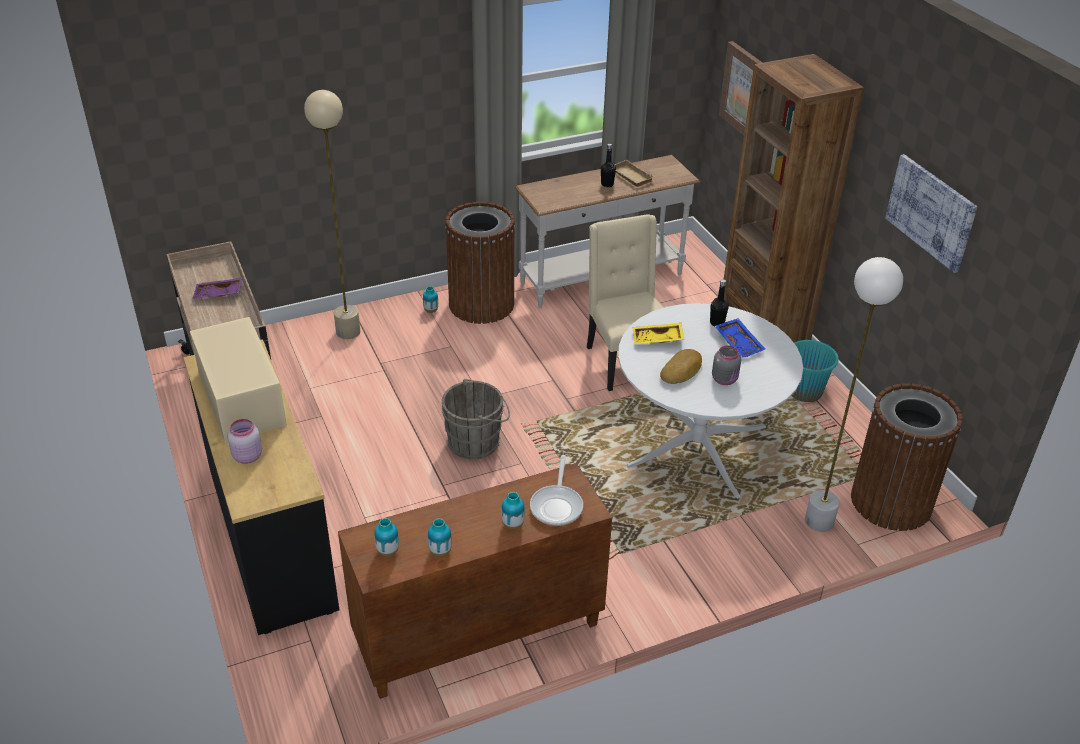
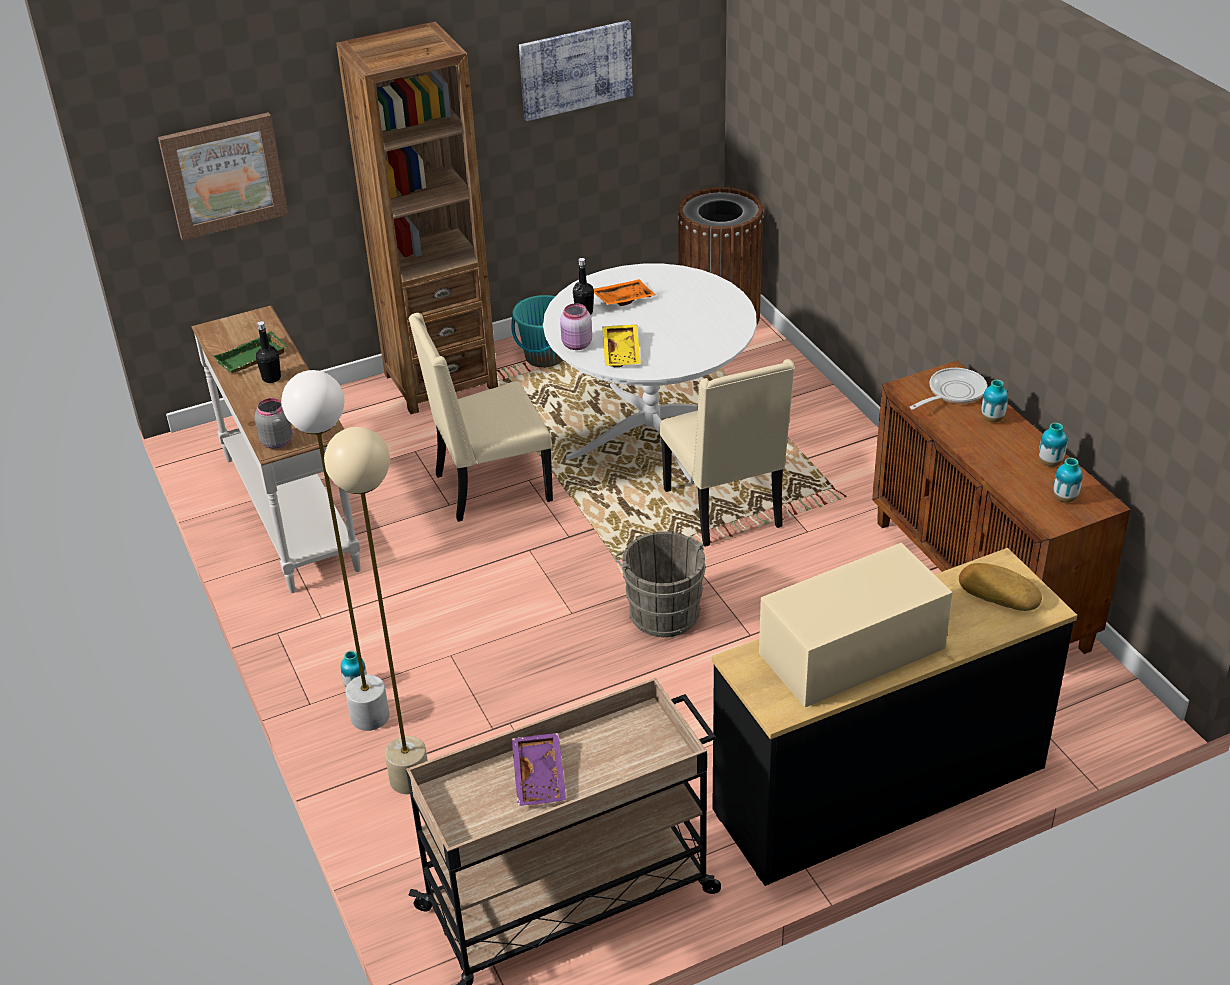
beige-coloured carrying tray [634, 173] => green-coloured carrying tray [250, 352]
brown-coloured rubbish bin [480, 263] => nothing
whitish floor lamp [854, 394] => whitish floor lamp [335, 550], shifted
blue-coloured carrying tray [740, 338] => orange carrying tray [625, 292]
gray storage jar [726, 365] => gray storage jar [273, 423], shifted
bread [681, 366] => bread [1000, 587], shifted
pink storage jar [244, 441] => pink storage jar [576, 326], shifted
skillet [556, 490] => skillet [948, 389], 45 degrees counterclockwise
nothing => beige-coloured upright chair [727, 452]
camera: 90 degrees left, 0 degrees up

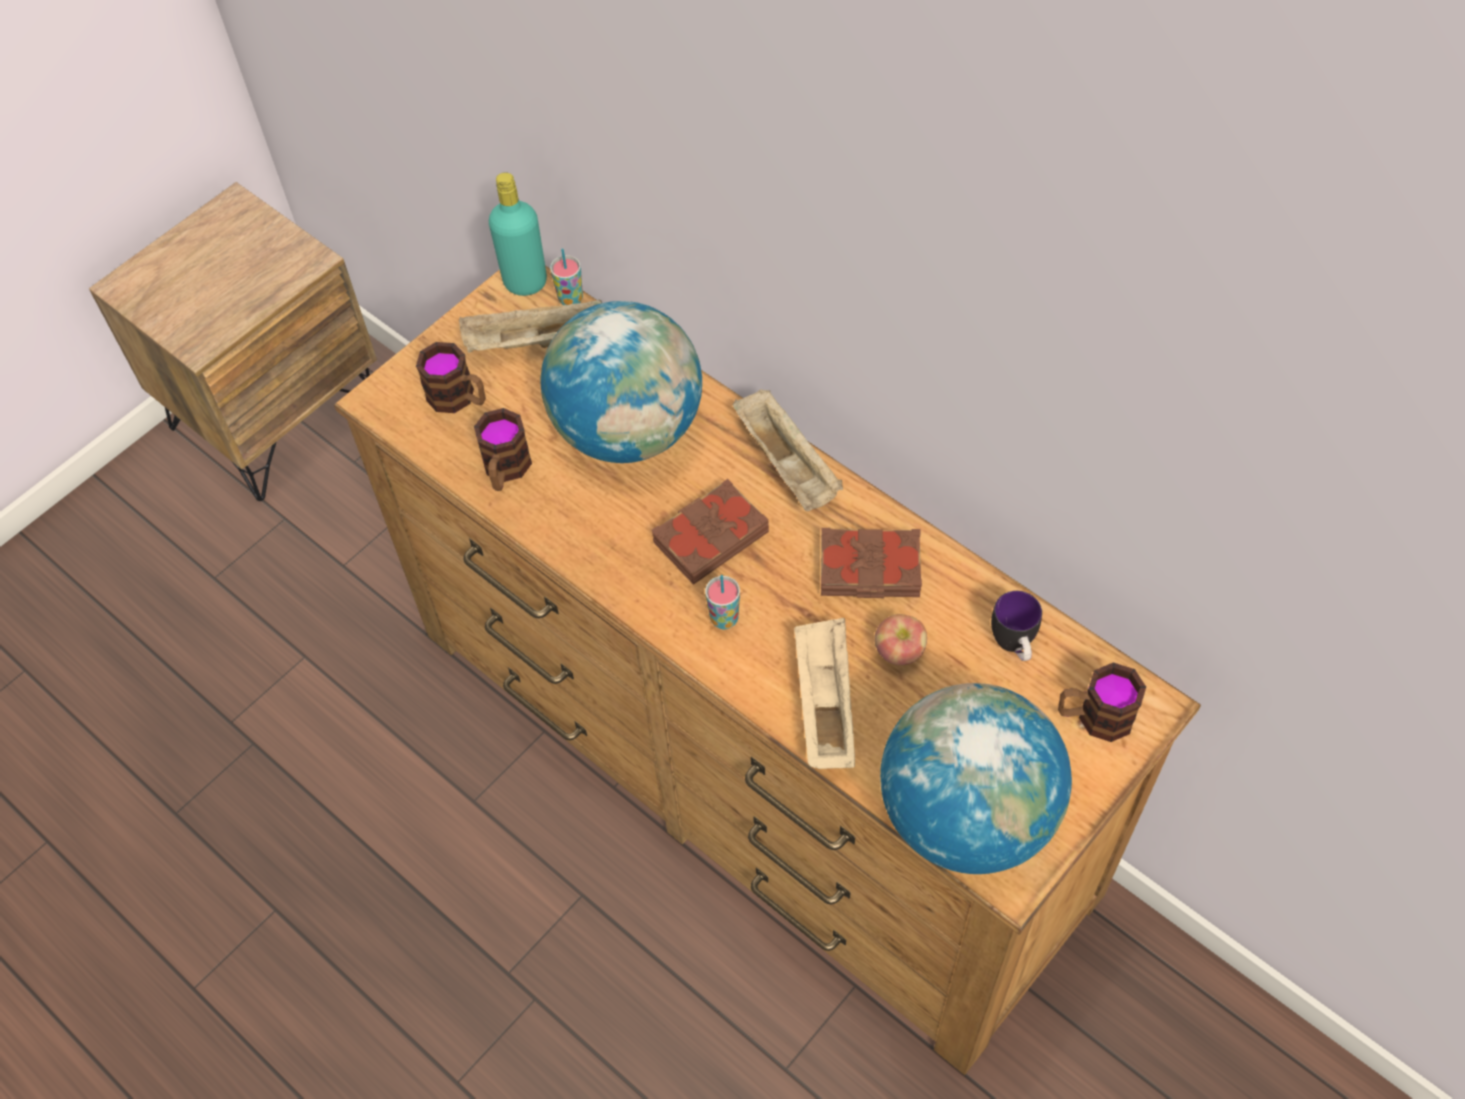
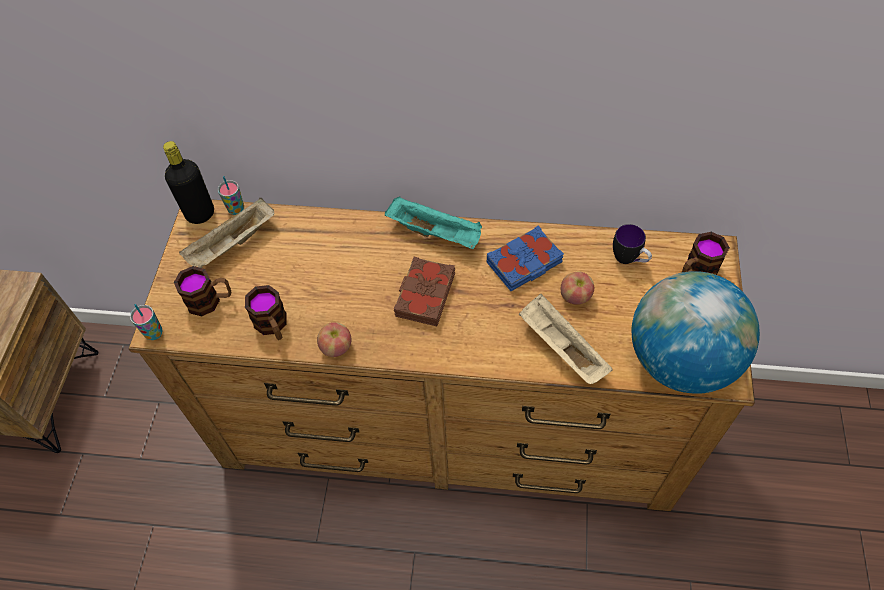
turquoise drink bottle [518, 234] => black drink bottle [188, 182]
globe [621, 382] => nothing
beige-coloured carrying tray [787, 450] => turquoise carrying tray [433, 222]
brown-coloured bound book [871, 563] => blue-coloured bound book [525, 258]
cup [722, 602] => cup [146, 322], shifted
nothing => apple [334, 339]
camera: 35 degrees left, 0 degrees up

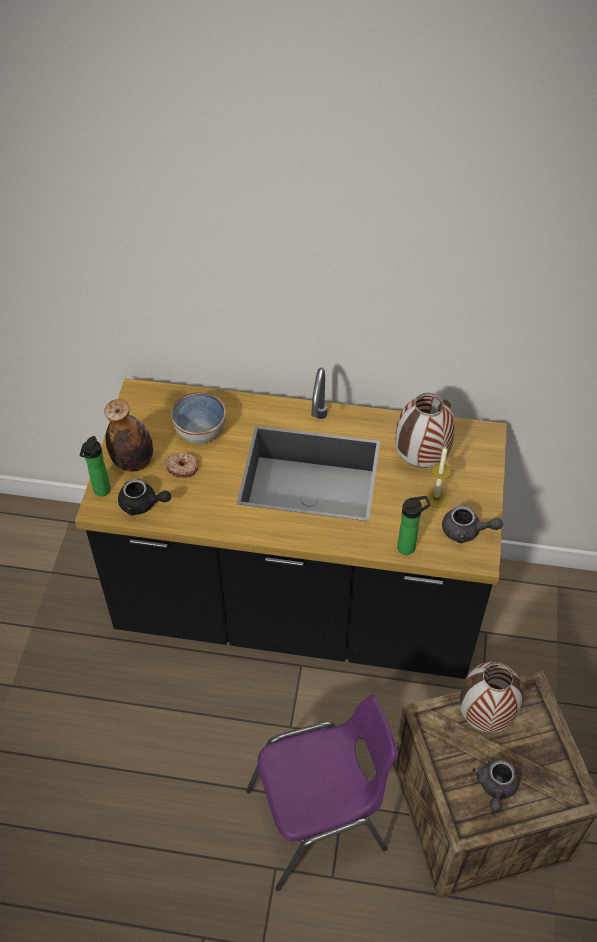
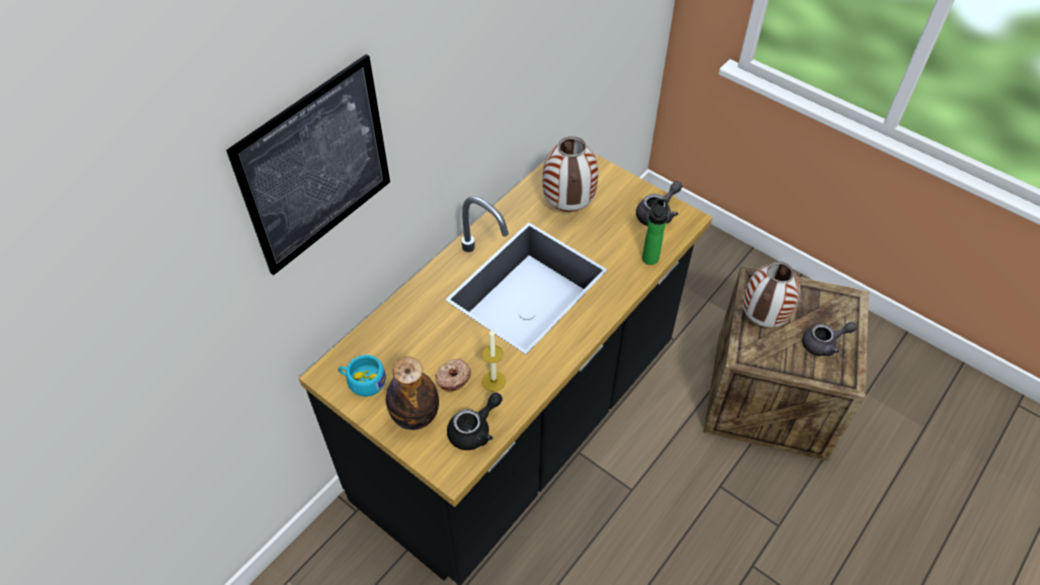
bowl [198, 418] => nothing
drink bottle [95, 466] => nothing
wax light [438, 477] => wax light [494, 360], shifted
purple upright chair [322, 793] => nothing
gray teapot [496, 786] => gray teapot [829, 339], 60 degrees counterclockwise
nothing => wall picture [308, 164]
nothing => turquoise cup [362, 376]
camera: 60 degrees left, 0 degrees up

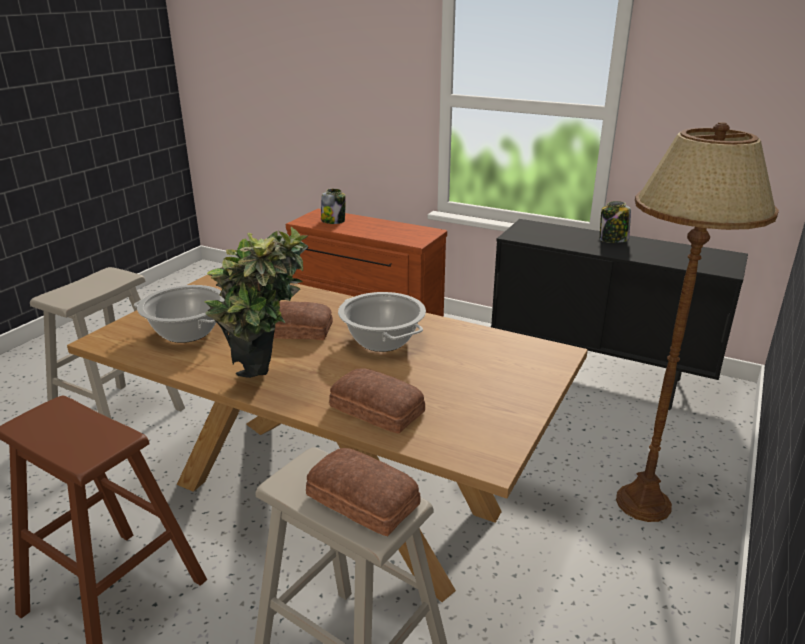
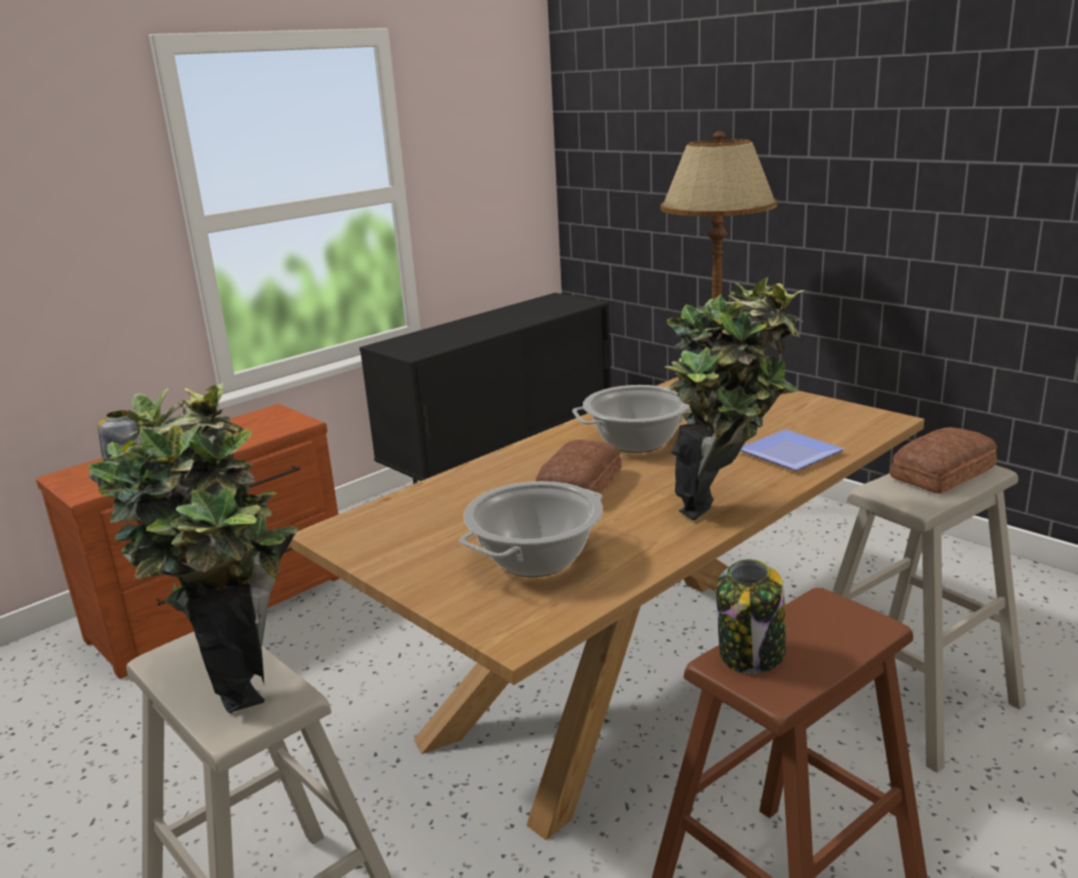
storage jar [615, 222] => storage jar [751, 616], shifted
bread [377, 401] => flat dish [792, 450]
nothing => plant in a pot [193, 547]
camera: 70 degrees left, 5 degrees down

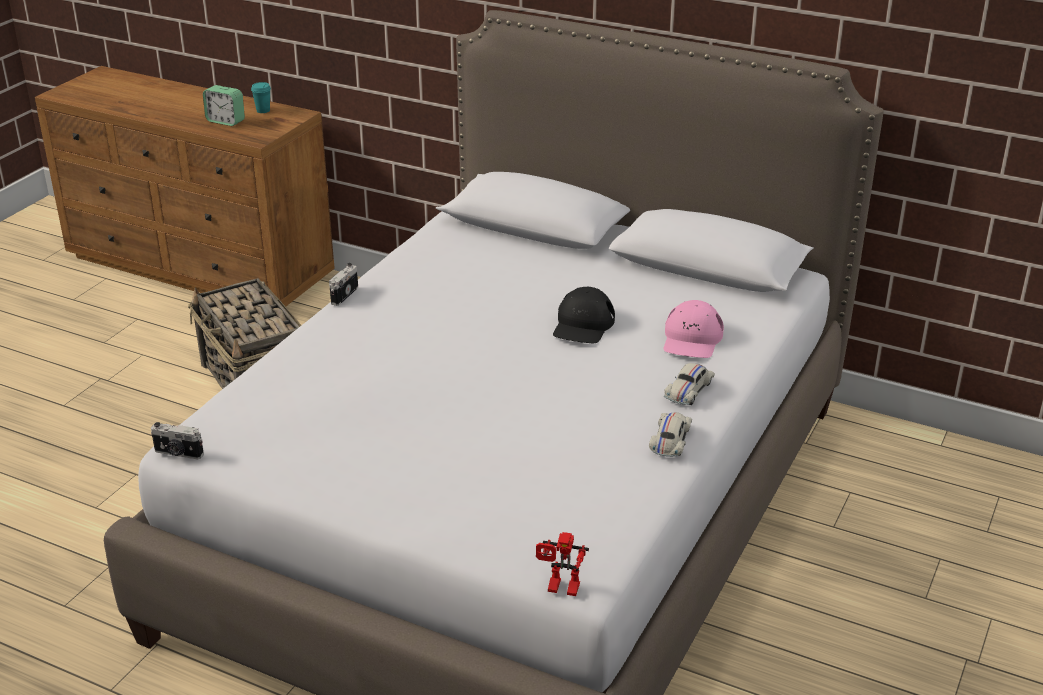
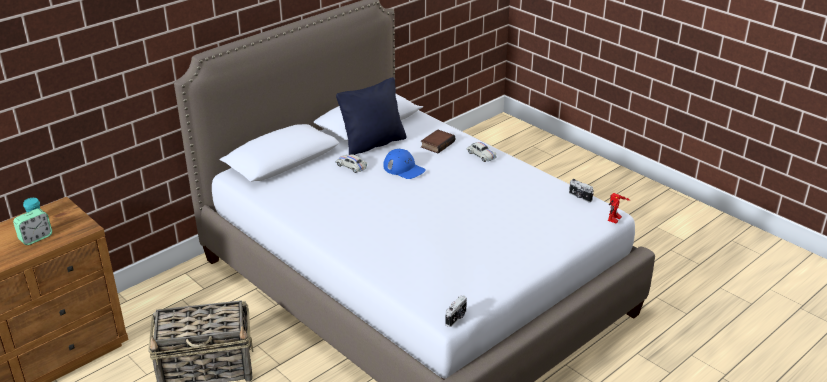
photo camera [343, 284] => photo camera [581, 190], shifted
black peaked cap [584, 315] => blue-coloured peaked cap [404, 164]
pink peaked cap [694, 329] => bound book [438, 141]
whitish model car [670, 434] => whitish model car [351, 163], shifted
nothing => black cushion [371, 116]
camera: 70 degrees left, 0 degrees up

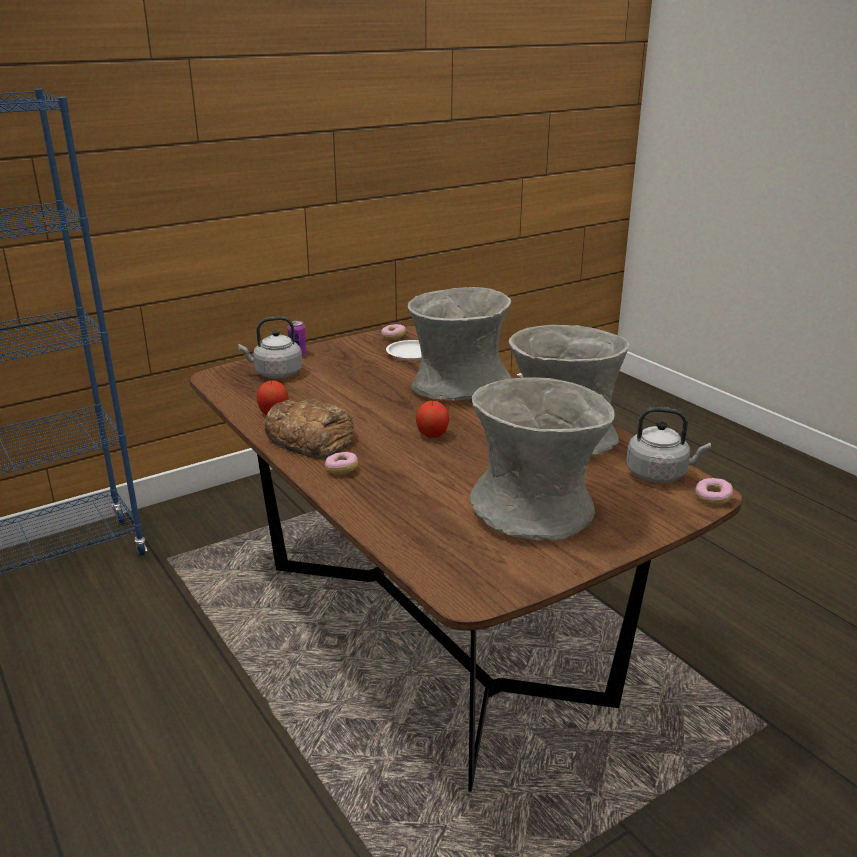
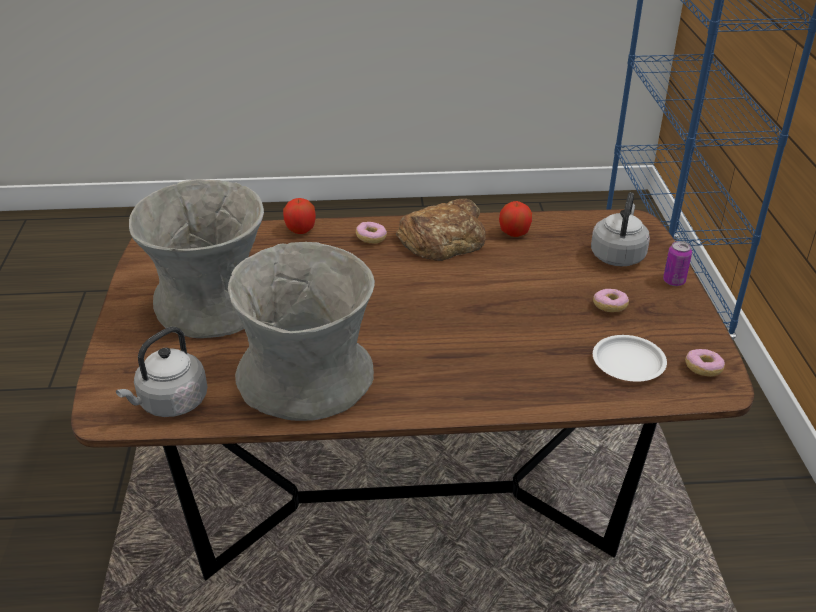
gray vase [460, 344] => nothing
apple [432, 419] => apple [299, 216], shifted
ring doughnut [714, 492] => ring doughnut [611, 300], shifted
camera: 120 degrees right, 10 degrees up

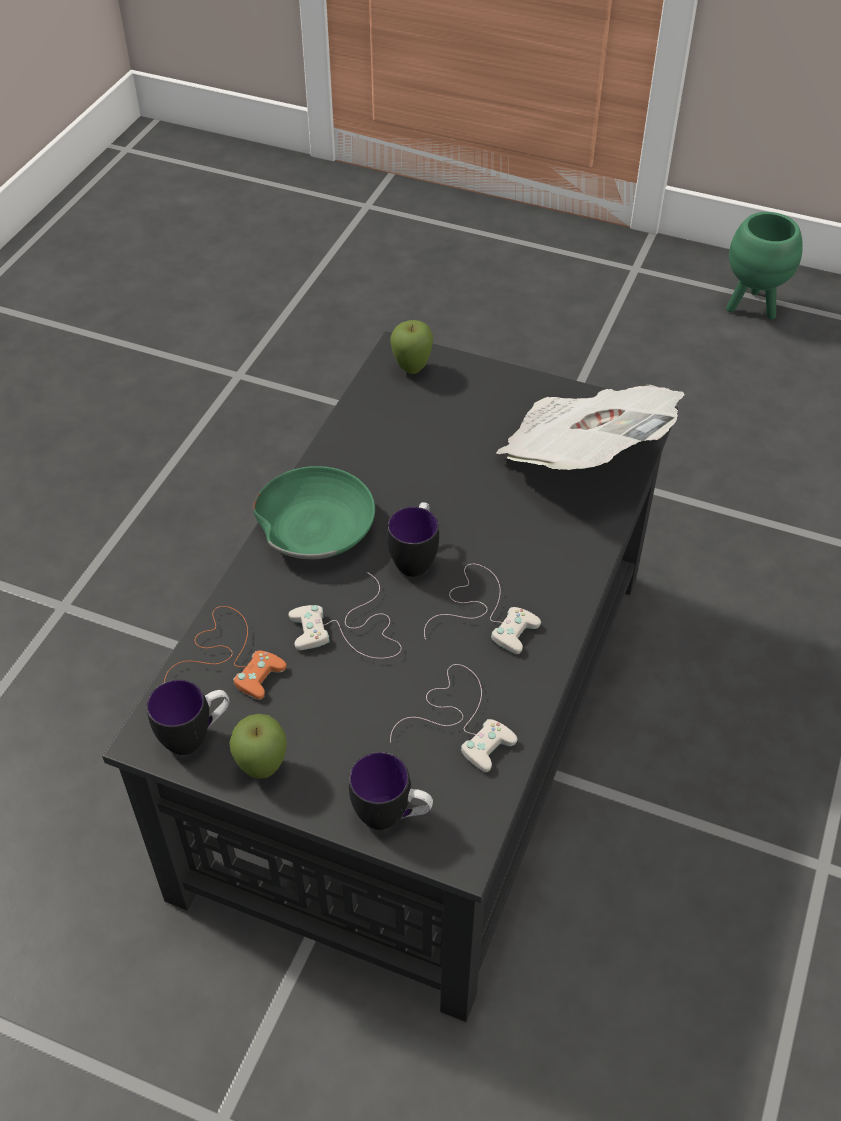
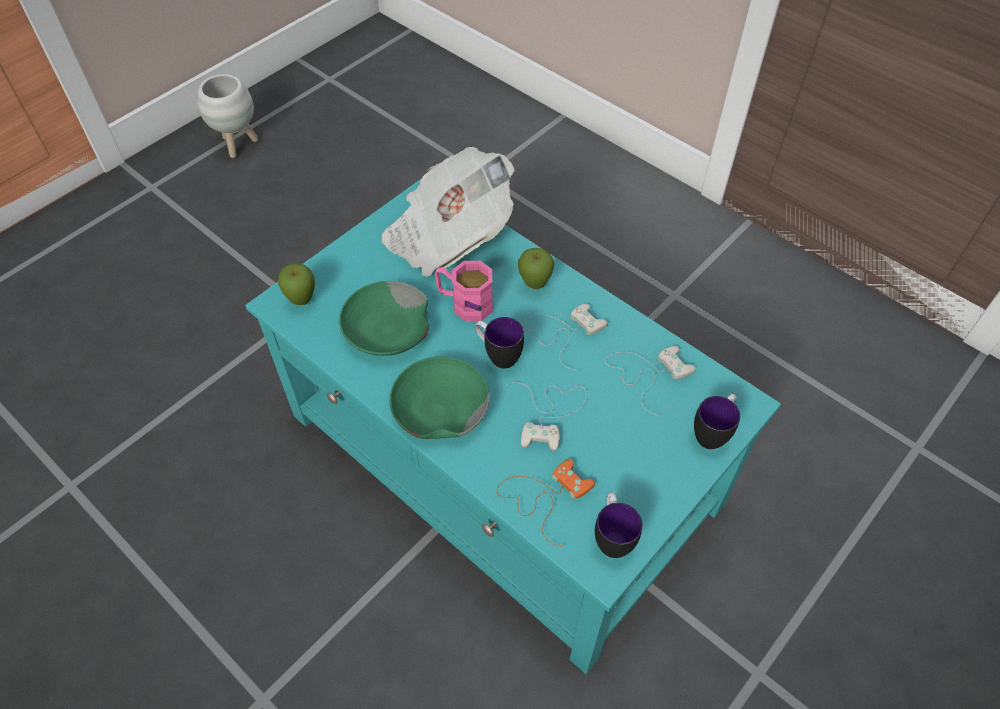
green-coloured flower pot [764, 265] => whitish flower pot [227, 116]
black lounge table [390, 676] => turquoise lounge table [513, 426]
apple [258, 746] => apple [536, 268], shifted
nothing => pink tea mug [464, 291]
nothing => green-coloured bowl [384, 318]
camera: 70 degrees left, 5 degrees up

